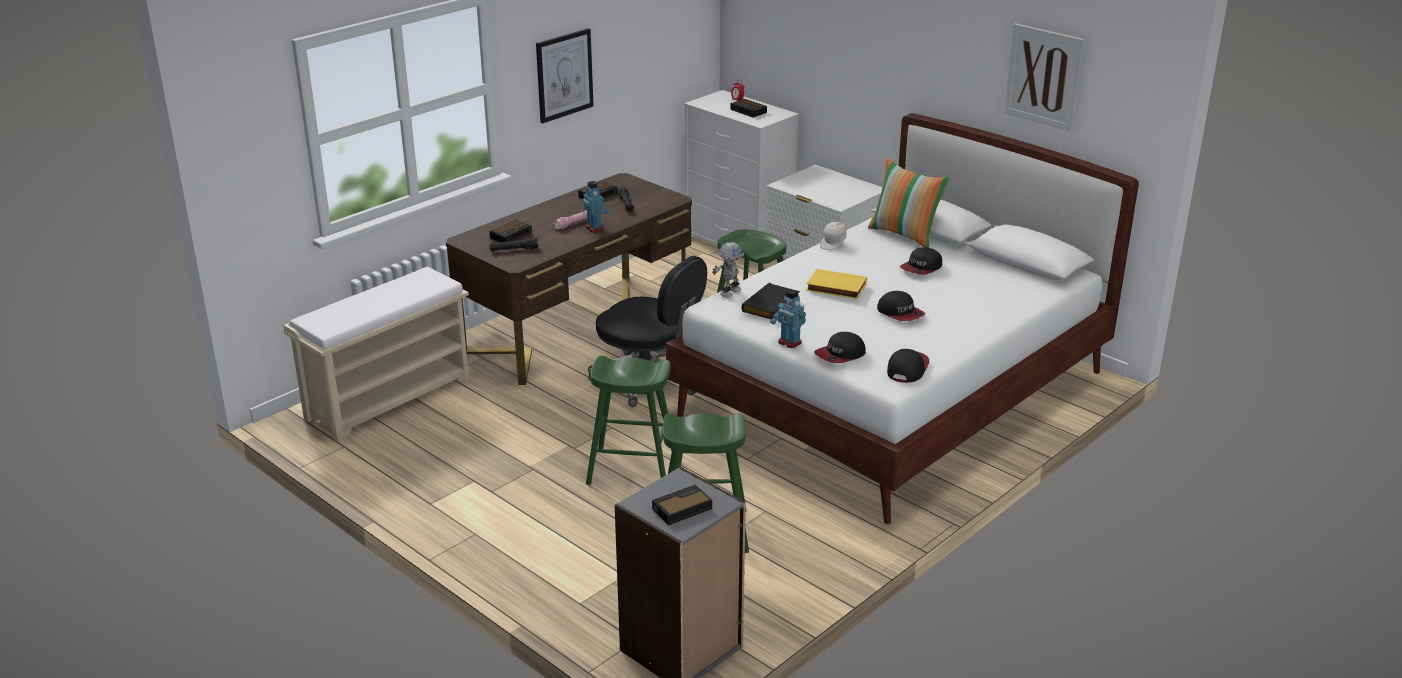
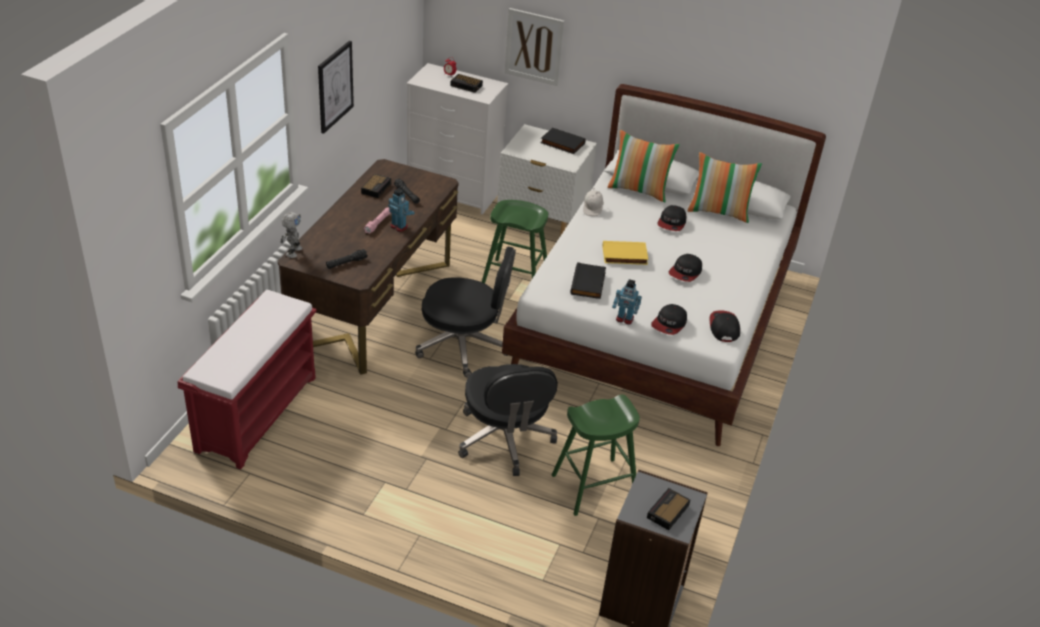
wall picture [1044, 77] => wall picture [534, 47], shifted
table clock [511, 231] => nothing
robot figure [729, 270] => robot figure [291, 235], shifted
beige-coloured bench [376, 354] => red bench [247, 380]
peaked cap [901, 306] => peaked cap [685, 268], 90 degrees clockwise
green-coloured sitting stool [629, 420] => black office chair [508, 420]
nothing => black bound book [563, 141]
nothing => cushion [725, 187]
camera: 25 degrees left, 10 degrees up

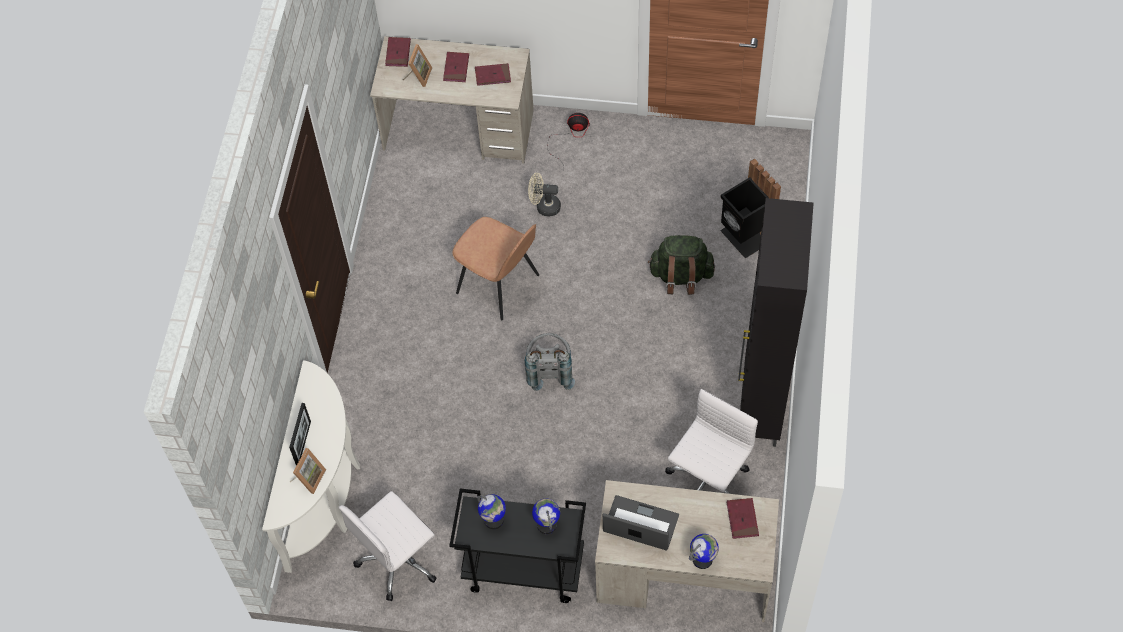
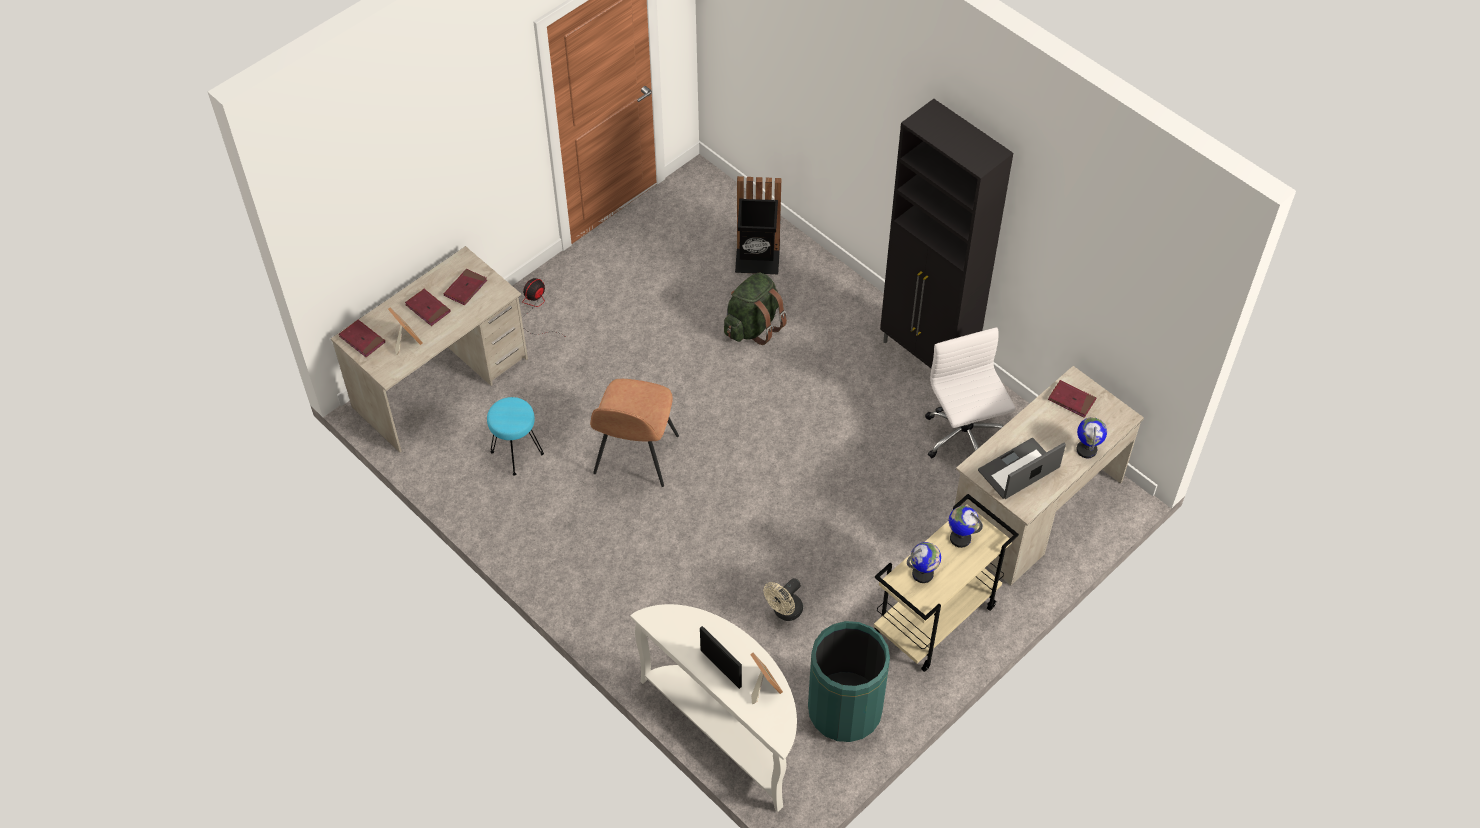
beige-coloured fan [544, 194] => beige-coloured fan [783, 599], shifted
brown-coloured upright chair [495, 268] => brown-coloured upright chair [634, 433], 120 degrees clockwise
gray rucksack [550, 362] => nothing
black cart [517, 546] => beige-coloured cart [946, 583]
whitish office chair [387, 546] => green-coloured rubbish bin [849, 681]
nothing => turquoise sitting stool [515, 436]
camera: 55 degrees left, 5 degrees down

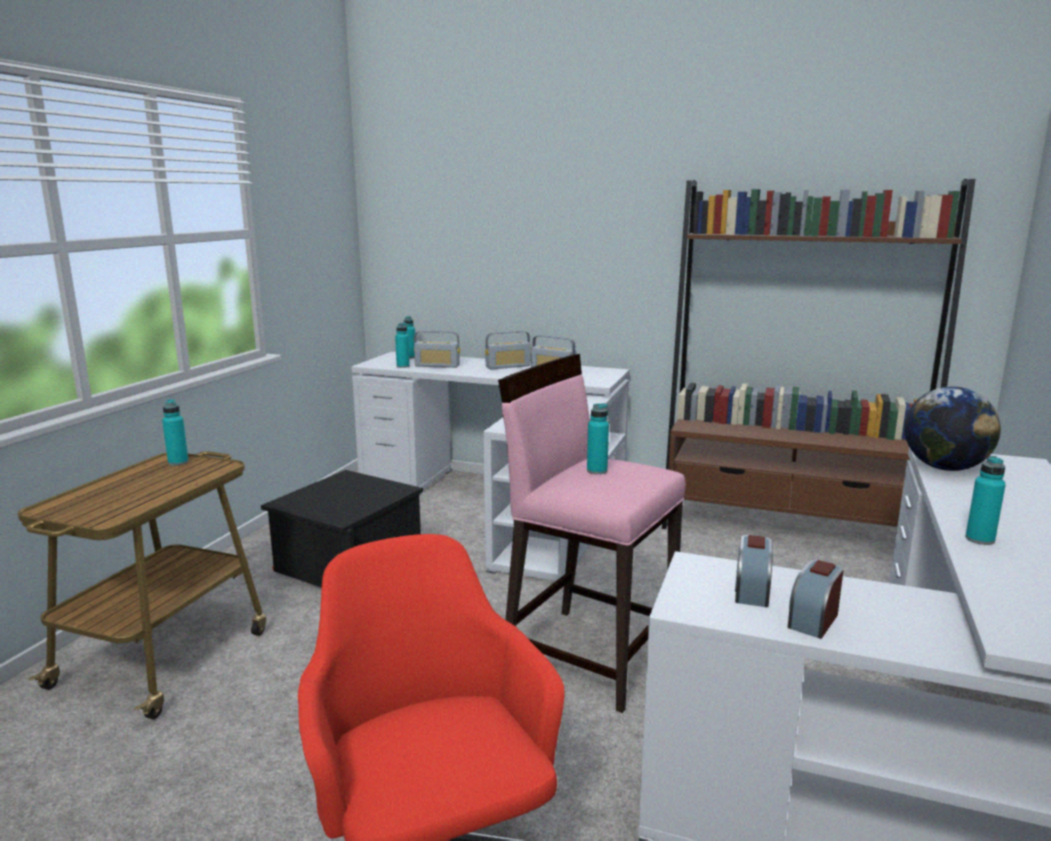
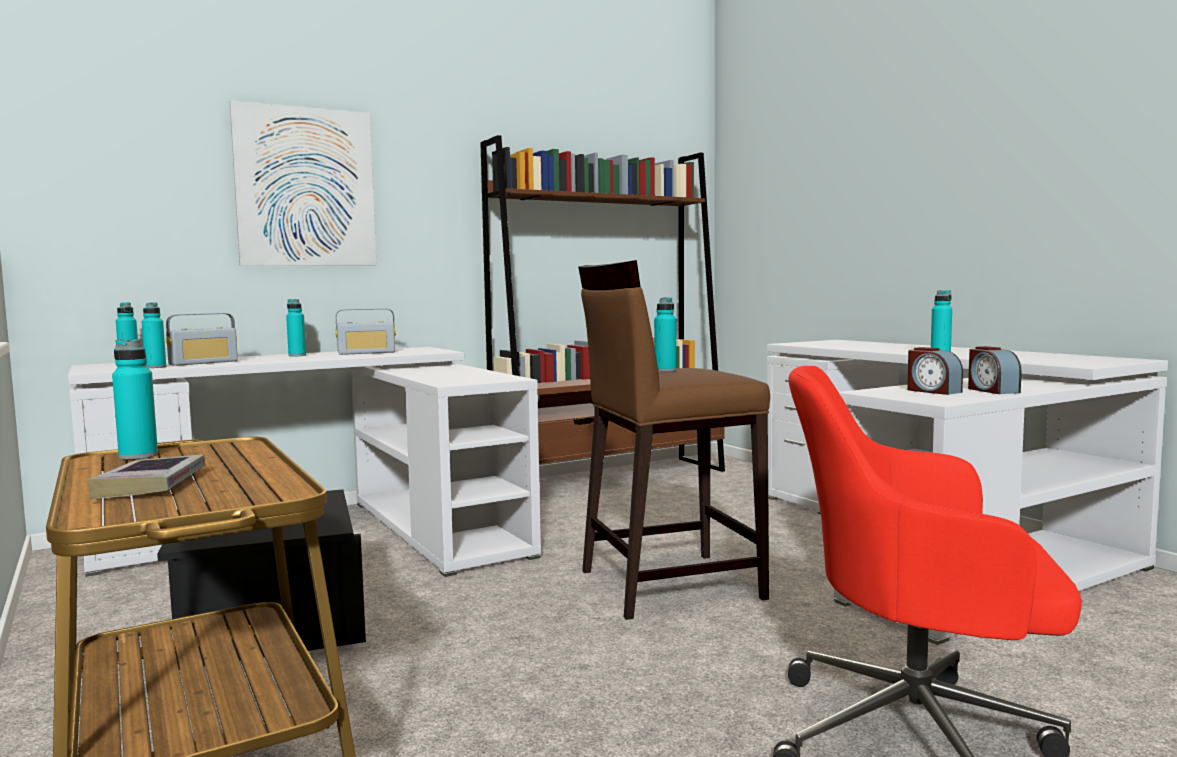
radio set [508, 350] => turquoise drink bottle [296, 328]
pink sitting stool [592, 533] => brown-coloured sitting stool [674, 440]
globe [952, 429] => nothing
nothing => wall picture [303, 183]
nothing => bound book [146, 477]
camera: 50 degrees left, 10 degrees down

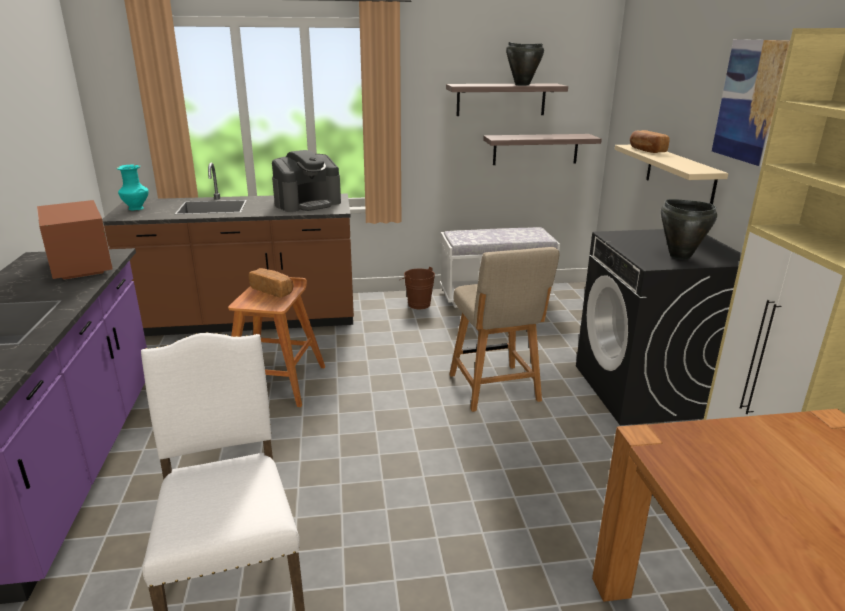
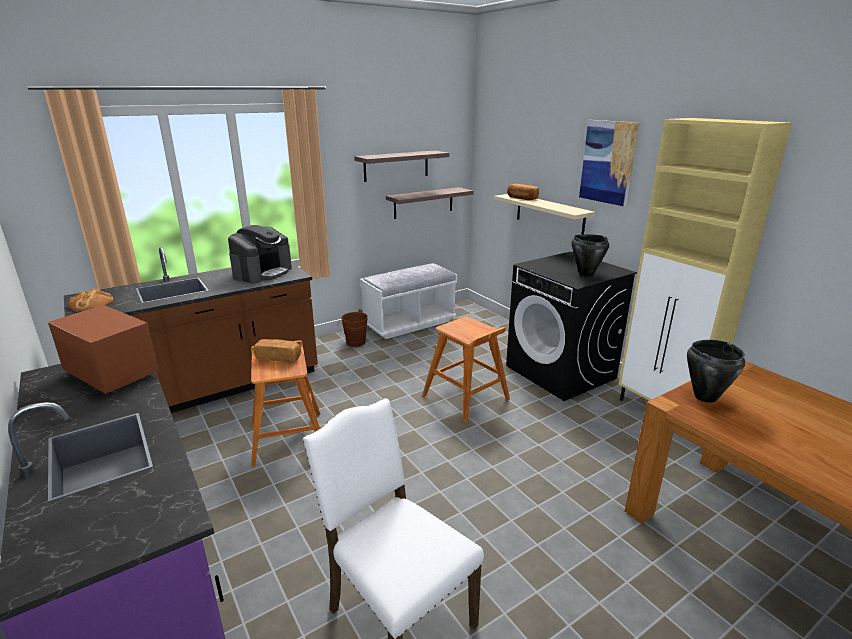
black stockpot [525, 64] => black stockpot [716, 371], shifted
turquoise vase [132, 187] => bread [91, 299]
beige-coloured upright chair [504, 329] => brown-coloured sitting stool [466, 370]
camera: 25 degrees left, 0 degrees up

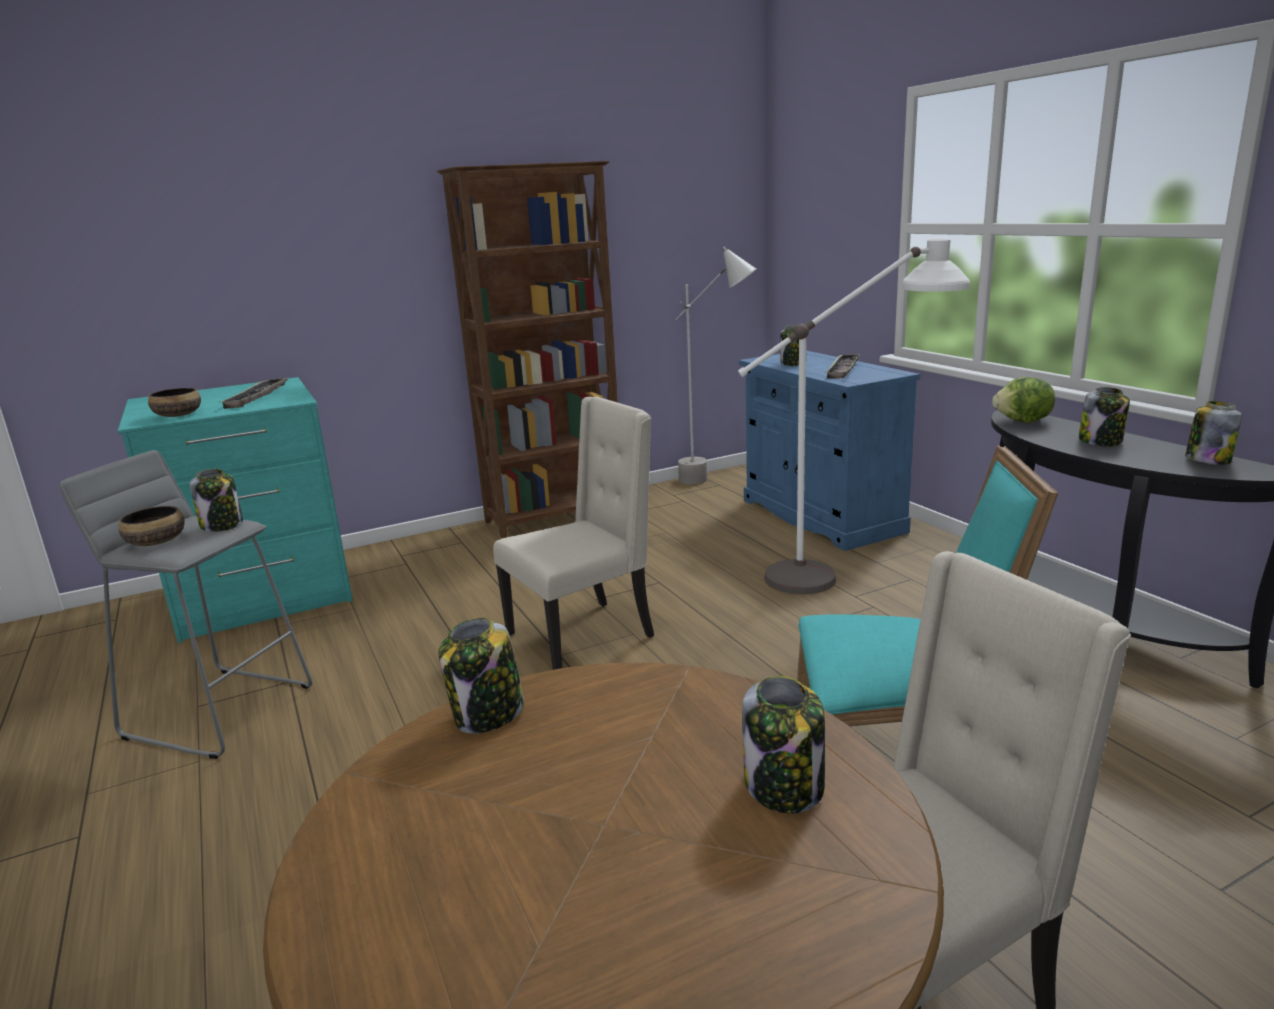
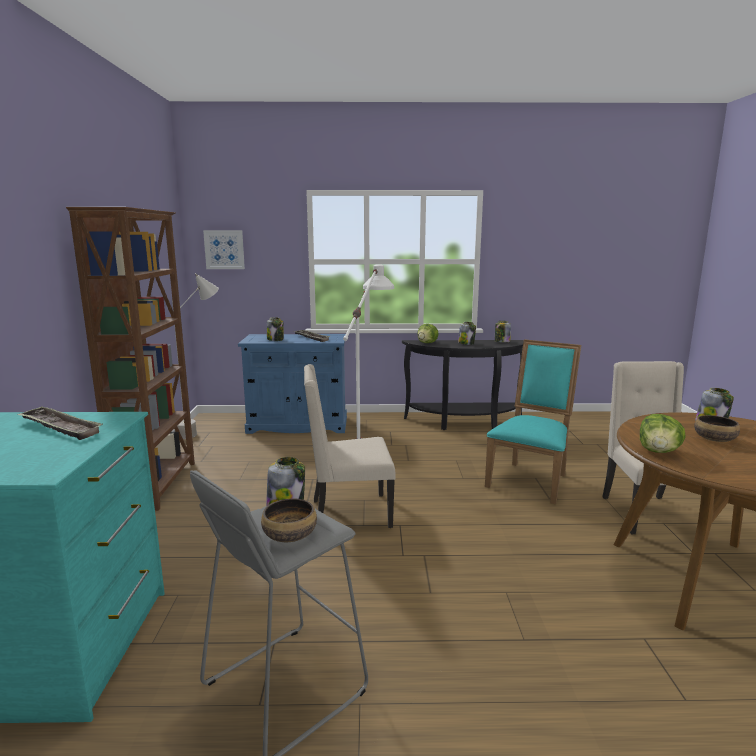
bowl [174, 402] => bowl [717, 428], shifted
beige-coloured upright chair [573, 533] => beige-coloured upright chair [350, 446], 90 degrees counterclockwise
storage jar [481, 676] => head of lettuce [663, 433]
nothing => wall picture [224, 249]
camera: 65 degrees left, 5 degrees down

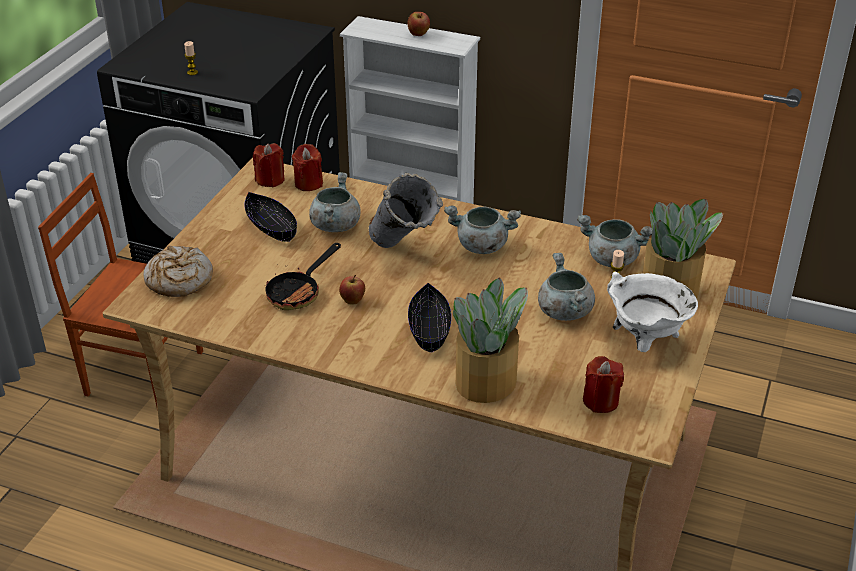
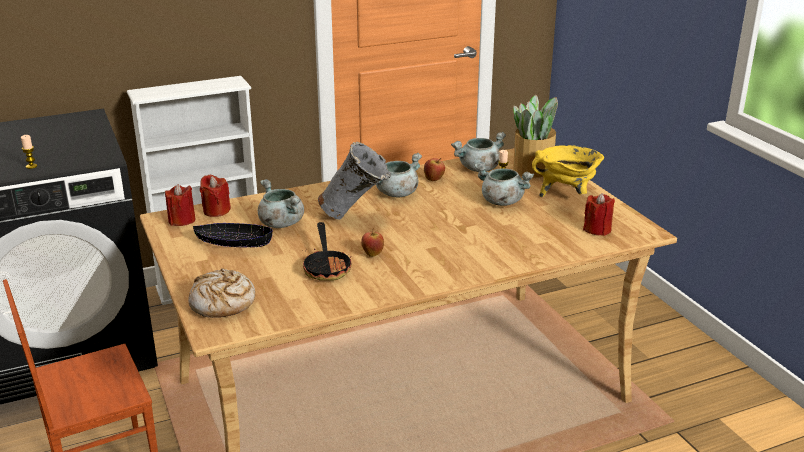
apple [418, 24] => apple [434, 169], shifted
whitish stockpot [652, 312] => yellow-coloured stockpot [568, 171]
plant in a pot [490, 340] => nothing
black bowl [429, 318] => nothing
camera: 45 degrees left, 10 degrees down

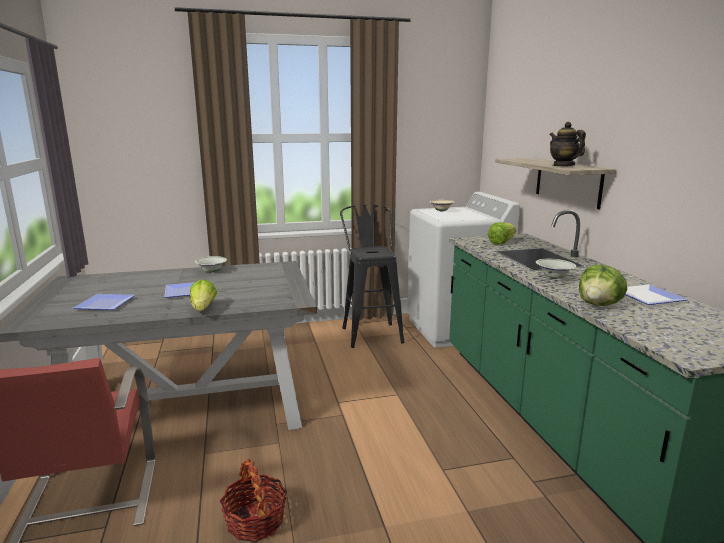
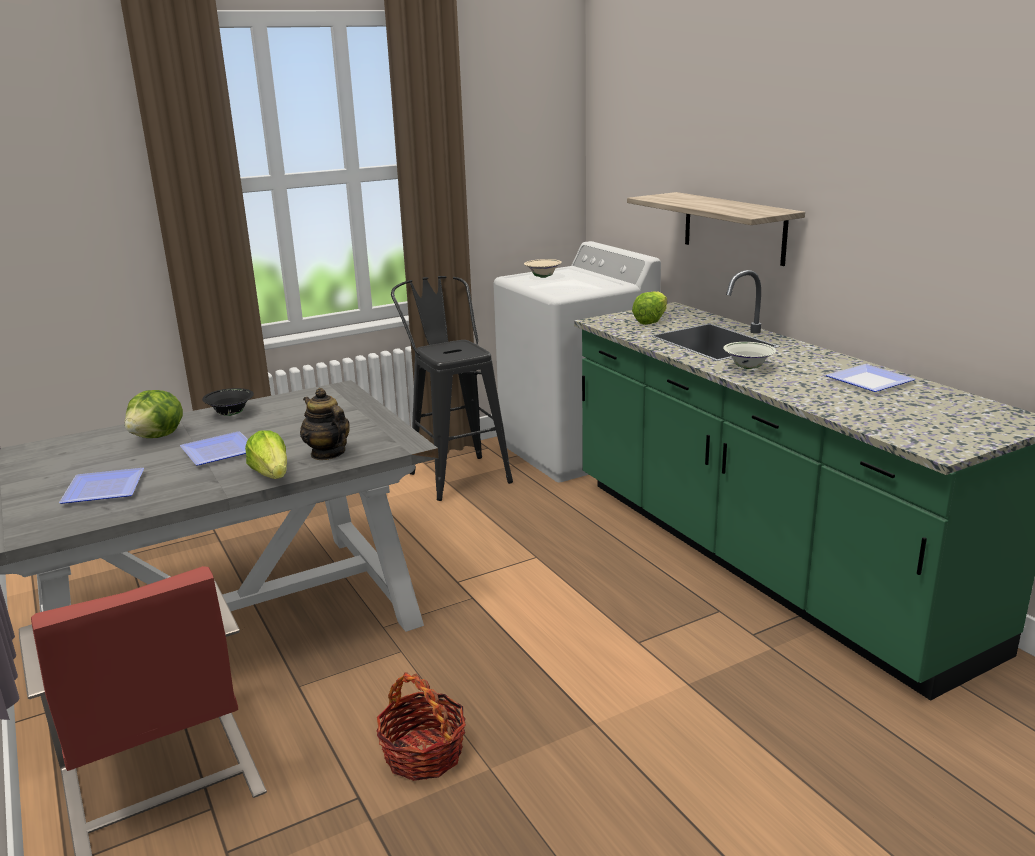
teapot [568, 144] => teapot [325, 424], shifted
whitish bowl [211, 264] => black bowl [228, 402]
head of lettuce [603, 285] => head of lettuce [154, 414], shifted
camera: 15 degrees left, 5 degrees up

